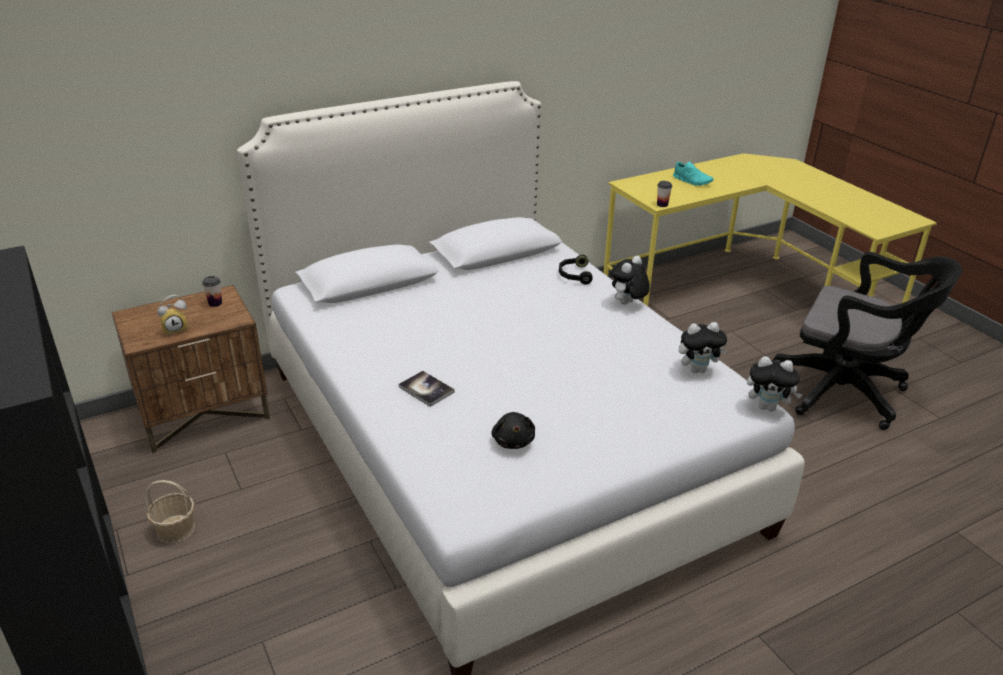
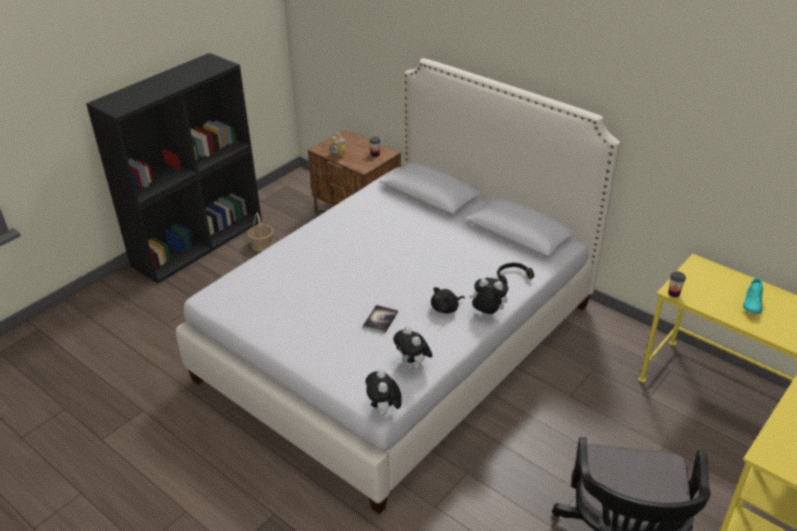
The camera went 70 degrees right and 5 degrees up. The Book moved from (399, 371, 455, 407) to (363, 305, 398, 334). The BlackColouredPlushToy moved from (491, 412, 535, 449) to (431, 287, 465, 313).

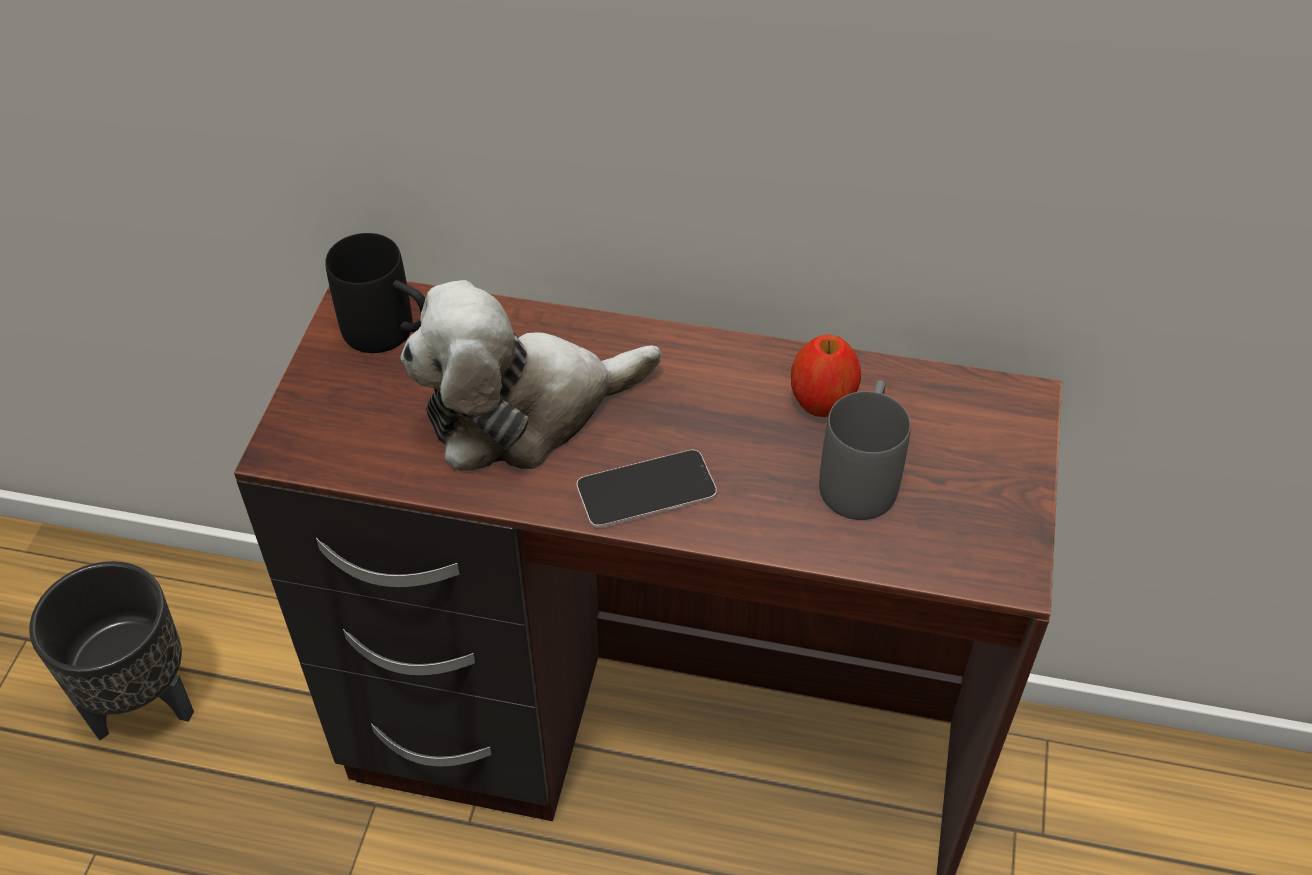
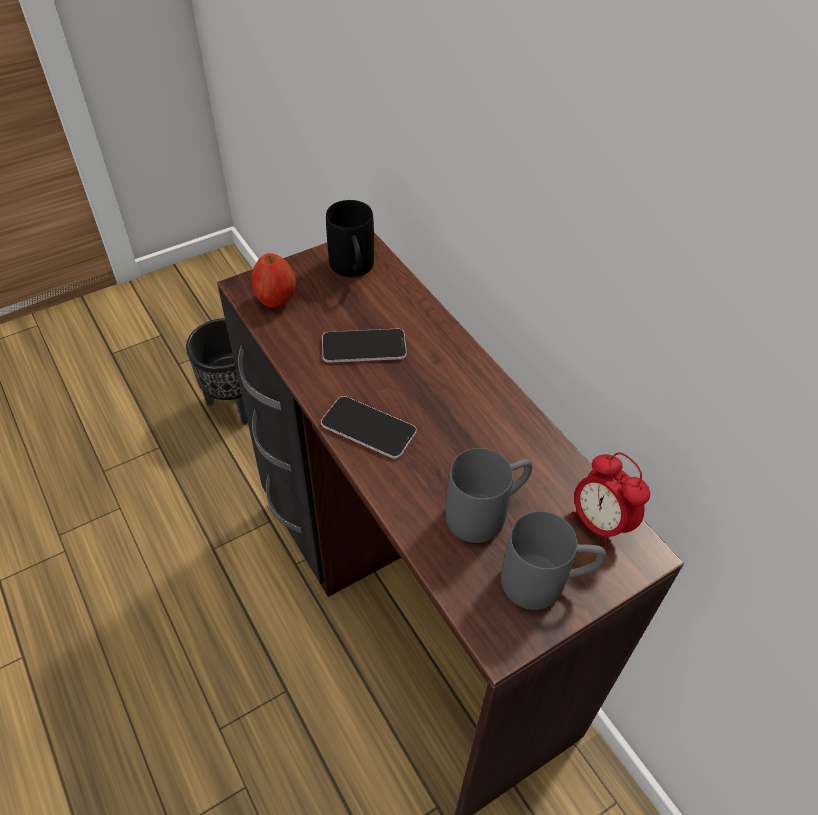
The camera went 45 degrees right and 0 degrees up. The AppleFruit moved from (791, 334, 861, 417) to (252, 253, 296, 308). The PlushToy at (400, 280, 662, 471) was replaced by the Handset at (322, 329, 407, 363). The GrayMug at (501, 511, 606, 610) appeared. The AlarmClock at (571, 452, 650, 548) appeared.

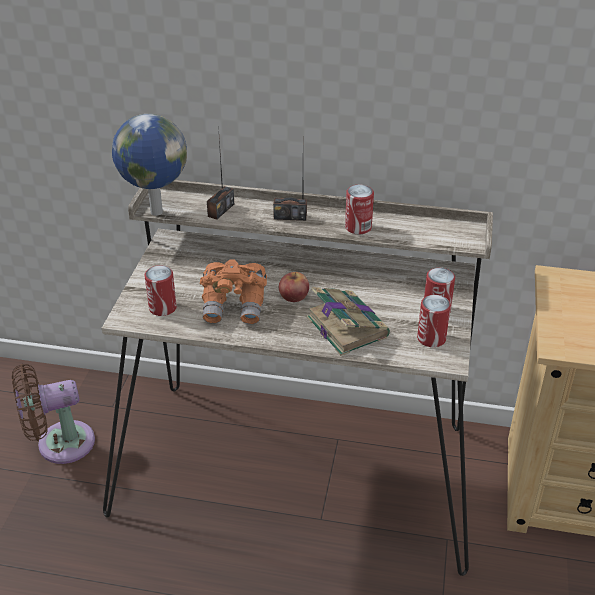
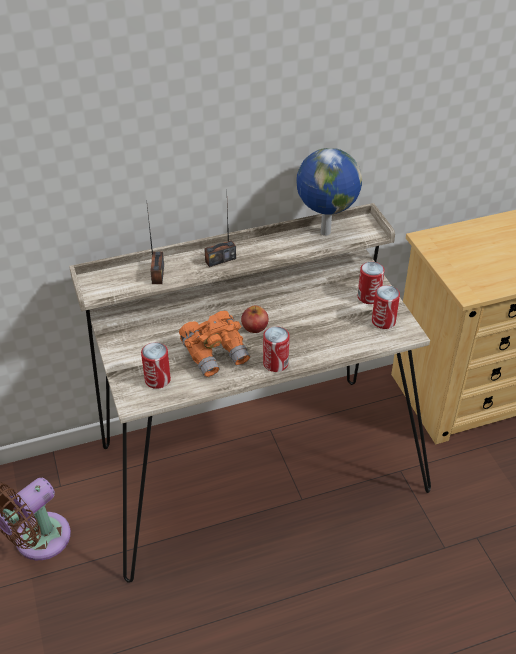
The camera went 30 degrees left and 5 degrees up. The SealedCan moved from (345, 185, 374, 234) to (263, 326, 289, 372). The DeskGlobe moved from (112, 114, 187, 216) to (296, 148, 362, 236). The Book at (307, 287, 390, 356) disappeared.

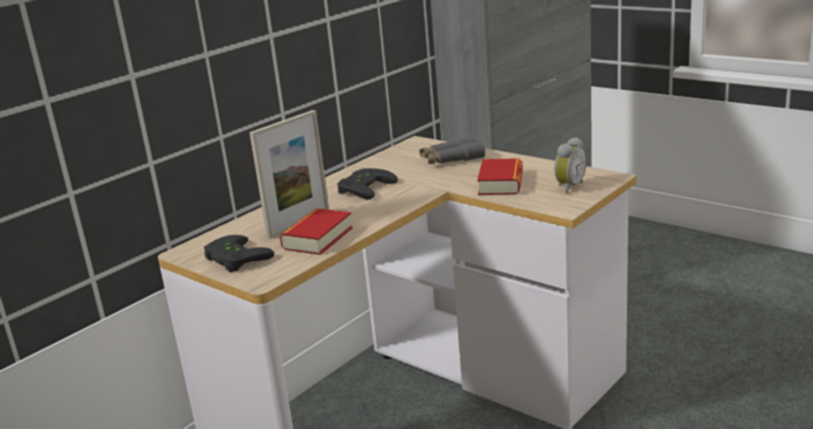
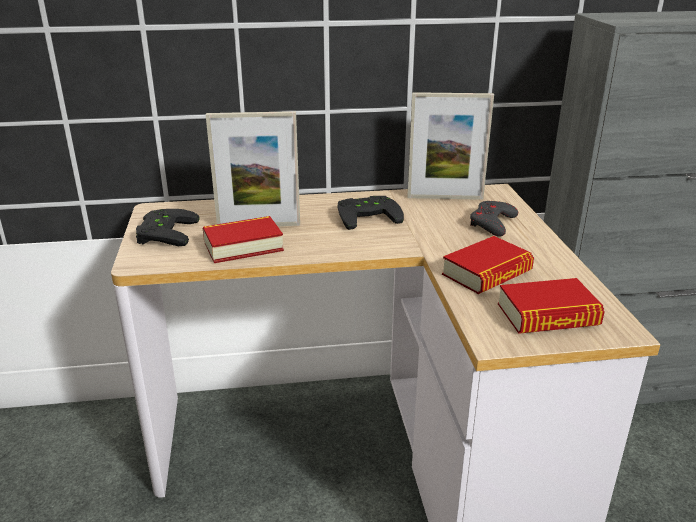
The camera went 40 degrees right and 5 degrees up. The StandingFrame at (407, 92, 494, 200) appeared. The GrayFieldGlasses at (419, 135, 485, 164) was replaced by the GrayGameController at (470, 201, 518, 237). The AlarmClock at (554, 137, 587, 193) was replaced by the Book at (498, 278, 605, 334).

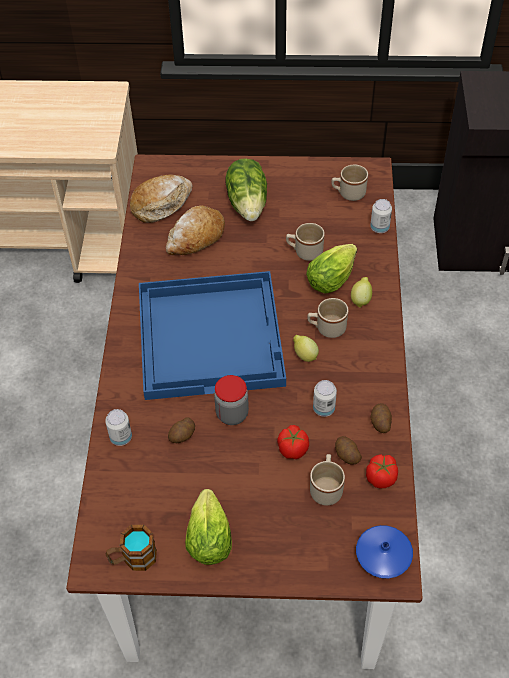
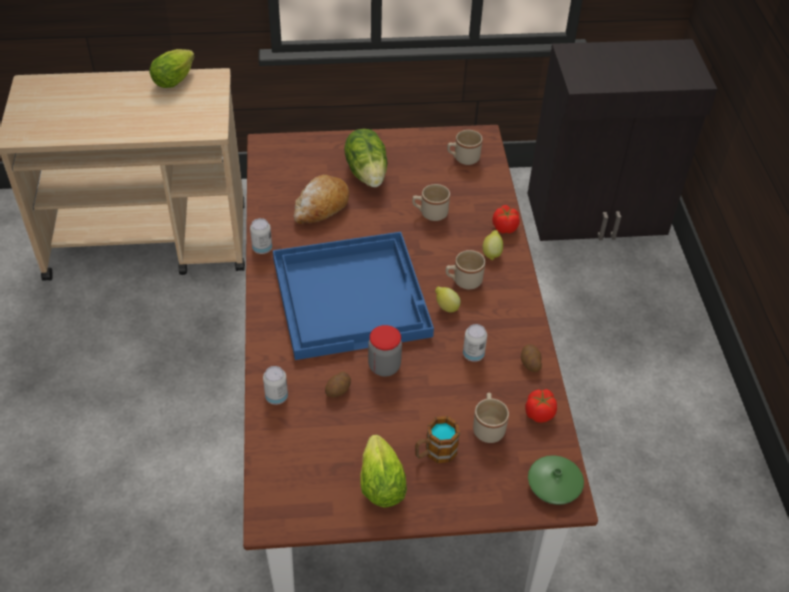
The camera went 10 degrees left and 5 degrees down. The LettuceHead moved from (306, 244, 357, 294) to (150, 49, 195, 88). The SealedCan moved from (370, 199, 392, 233) to (250, 218, 272, 254). The Mug moved from (106, 525, 157, 571) to (415, 416, 460, 463). The WholeTomato moved from (277, 425, 309, 459) to (492, 205, 520, 234). The BluishDecorativeVase at (356, 525, 413, 579) became the GreenDecorativeVase at (528, 455, 584, 505). The BakedBread at (130, 175, 193, 223) disappeared. The Spud at (335, 436, 362, 465) disappeared.

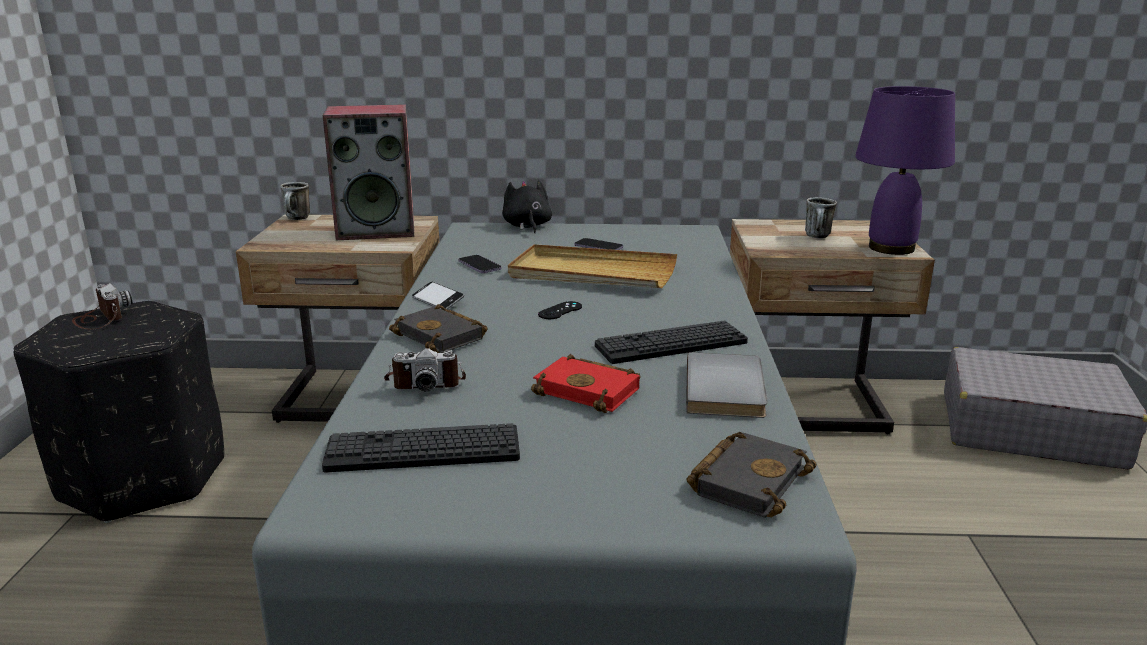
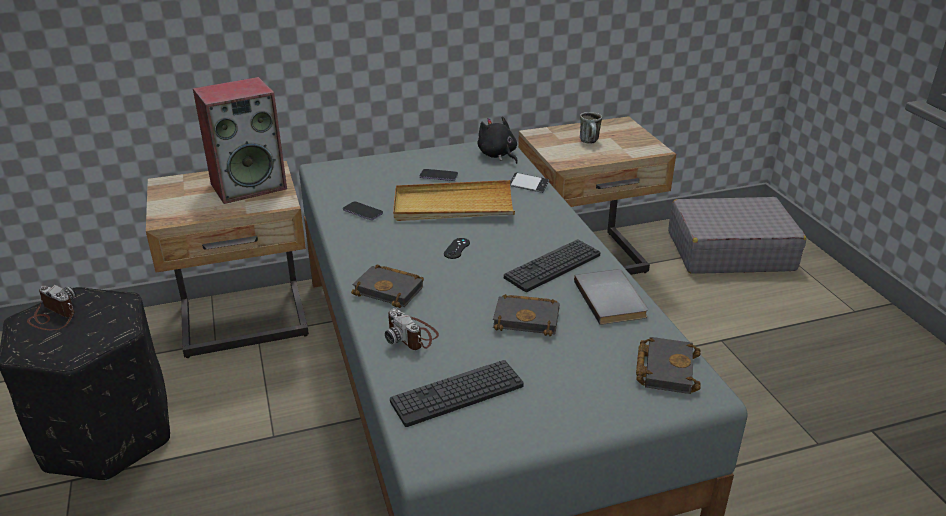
The camera went 20 degrees left and 10 degrees up. The PhotoCamera at (384, 348, 466, 391) turned 75 degrees clockwise. The BlackColouredPlushToy moved from (502, 180, 552, 233) to (478, 116, 518, 164). The ReddishBook at (531, 354, 641, 413) became the BlackColouredBook at (493, 294, 560, 336). The Handset moved from (412, 282, 464, 309) to (510, 172, 549, 193). The Mug at (280, 182, 310, 220) disappeared. The PurpleColouredTabletopLamp at (855, 86, 955, 255) disappeared.

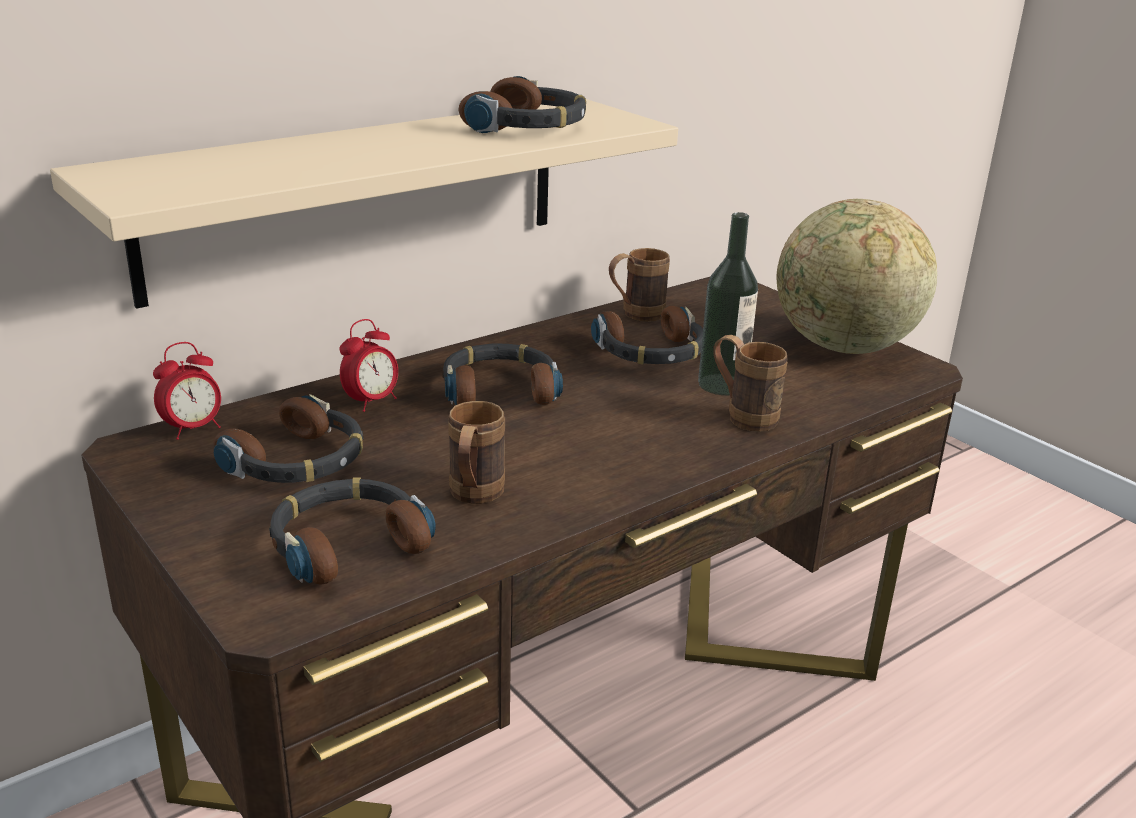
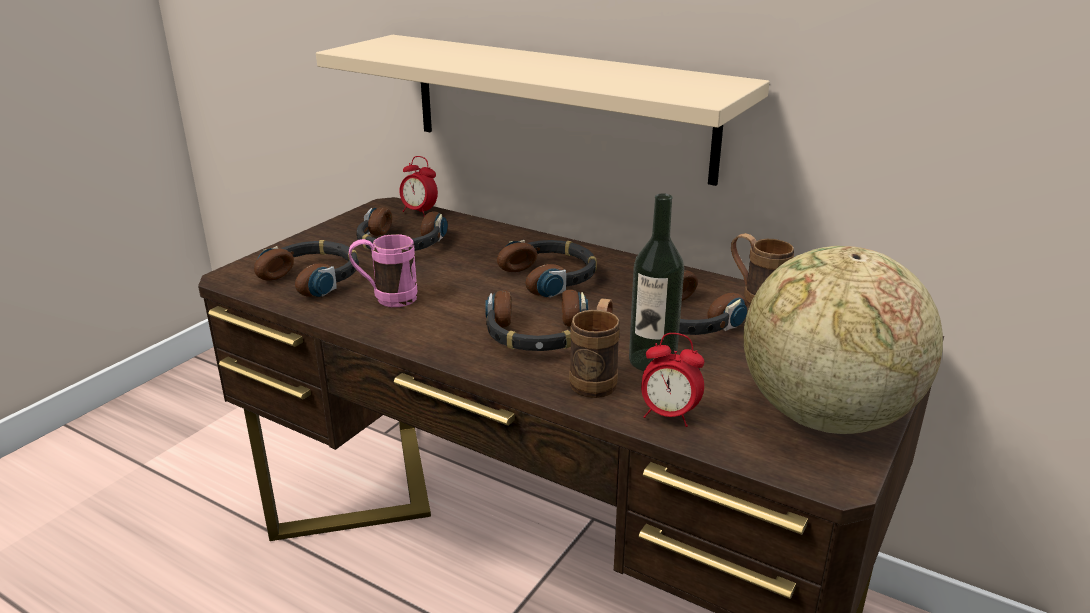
The camera went 70 degrees right and 0 degrees up. The BrownishMug at (448, 401, 505, 504) became the PinkMug at (349, 234, 417, 307). The Headset moved from (459, 76, 586, 133) to (485, 289, 588, 351). The AlarmClock moved from (339, 319, 398, 412) to (641, 333, 704, 427).

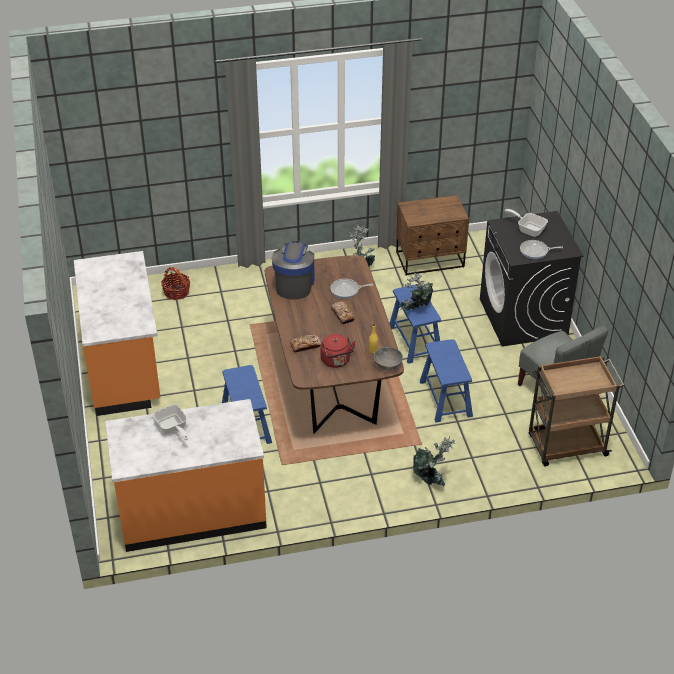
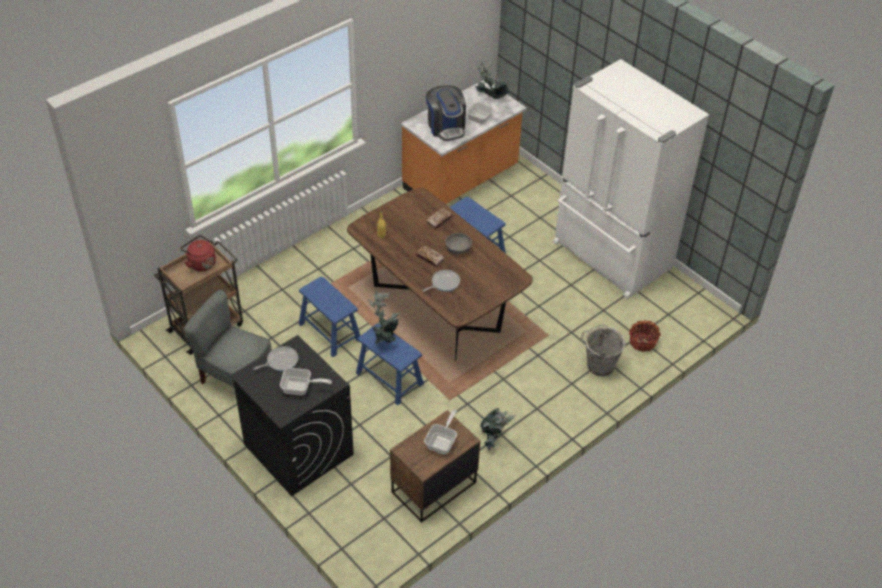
The camera went 150 degrees right and 5 degrees up. The ReddishWaterKettle moved from (320, 334, 356, 368) to (180, 235, 216, 272). The FryingPan at (424, 410, 457, 455) appeared. The CoffeeMaker moved from (272, 241, 314, 300) to (426, 85, 466, 141). The GrayServingBowl moved from (374, 347, 403, 370) to (445, 233, 472, 254). The PottedPlant moved from (413, 436, 455, 487) to (474, 58, 509, 99). The OrangeyKitchenBaseUnit at (74, 251, 160, 416) was replaced by the WhiteFridge at (553, 59, 709, 299). The GrayPail at (581, 325, 626, 377) appeared.

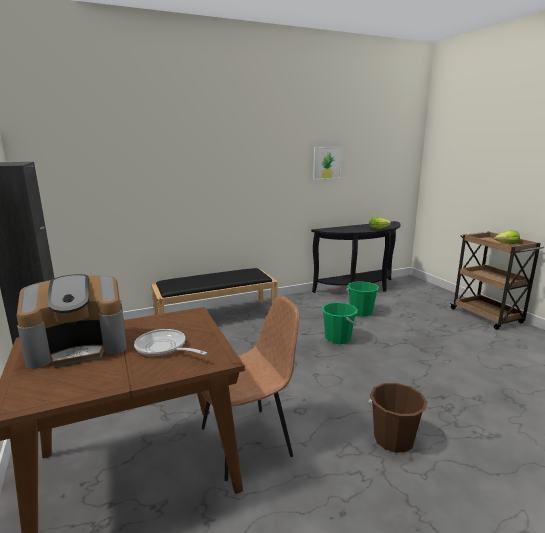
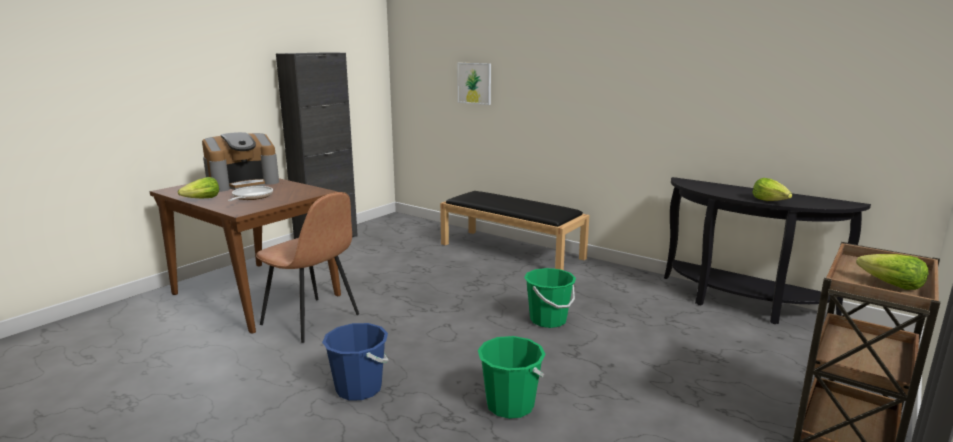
The camera went 60 degrees right and 0 degrees up. The LettuceHead at (178, 177, 219, 198) appeared. The CoffeeMaker at (16, 274, 127, 369) turned 75 degrees counterclockwise. The BrownishPail at (368, 383, 428, 453) became the BluishPail at (322, 323, 388, 400). The WallArt moved from (313, 147, 342, 180) to (457, 63, 491, 105). The GreenPail moved from (346, 281, 379, 317) to (478, 336, 546, 419).

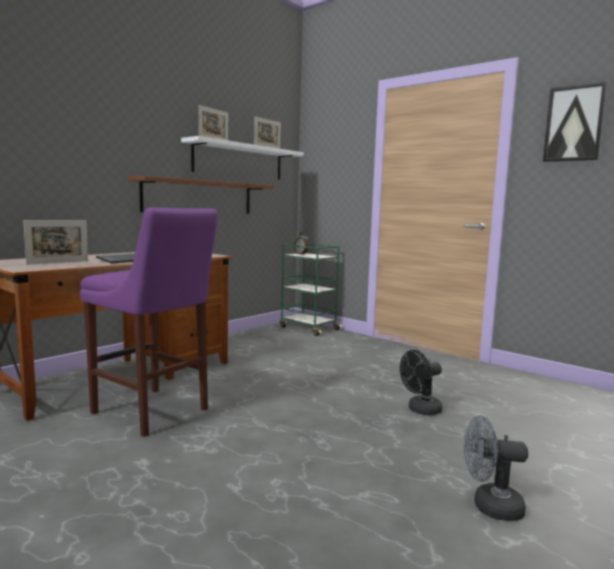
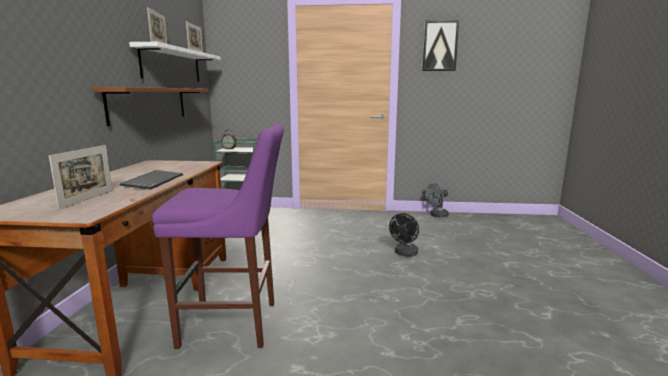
The camera went 35 degrees left and 5 degrees up. The GrayElectricFan moved from (464, 415, 528, 521) to (425, 183, 449, 218).

